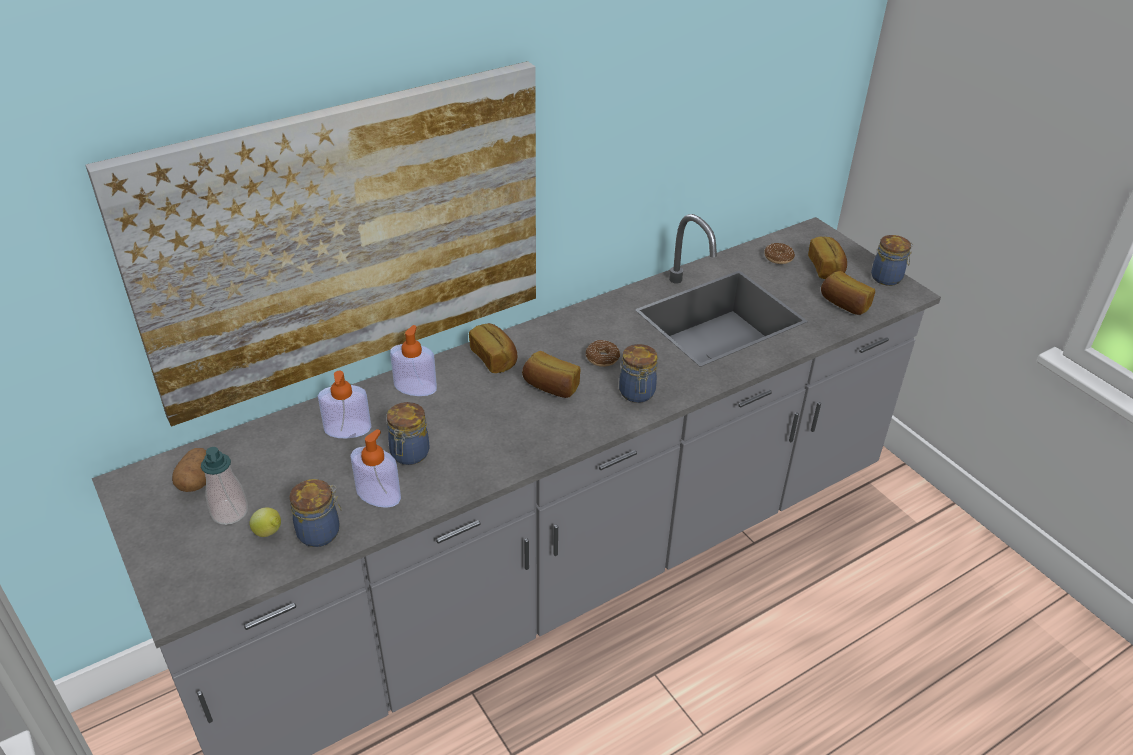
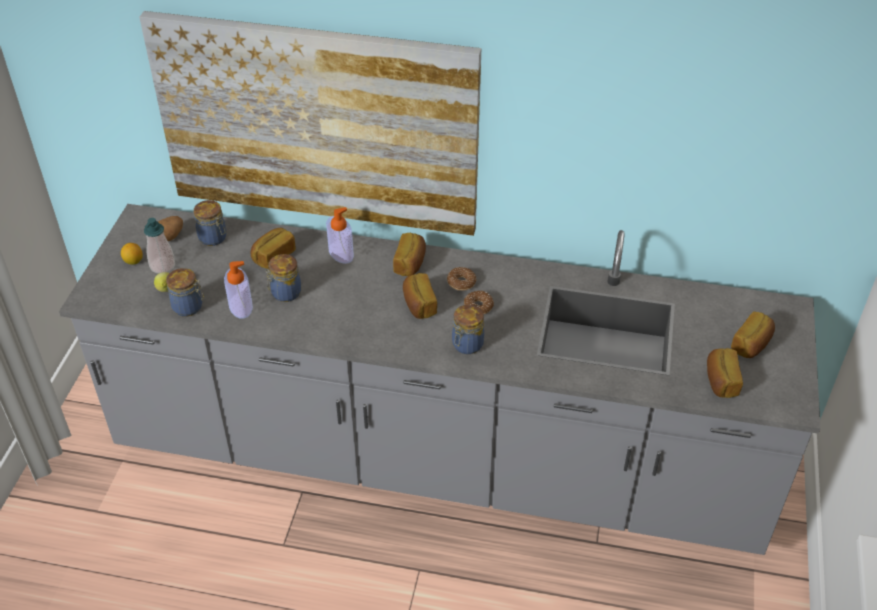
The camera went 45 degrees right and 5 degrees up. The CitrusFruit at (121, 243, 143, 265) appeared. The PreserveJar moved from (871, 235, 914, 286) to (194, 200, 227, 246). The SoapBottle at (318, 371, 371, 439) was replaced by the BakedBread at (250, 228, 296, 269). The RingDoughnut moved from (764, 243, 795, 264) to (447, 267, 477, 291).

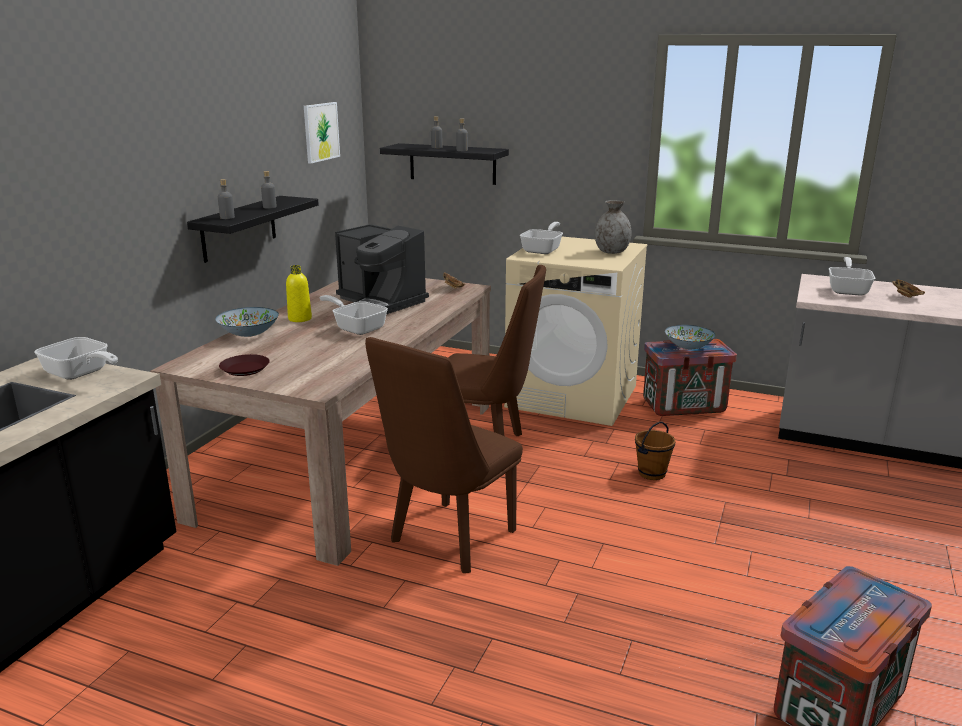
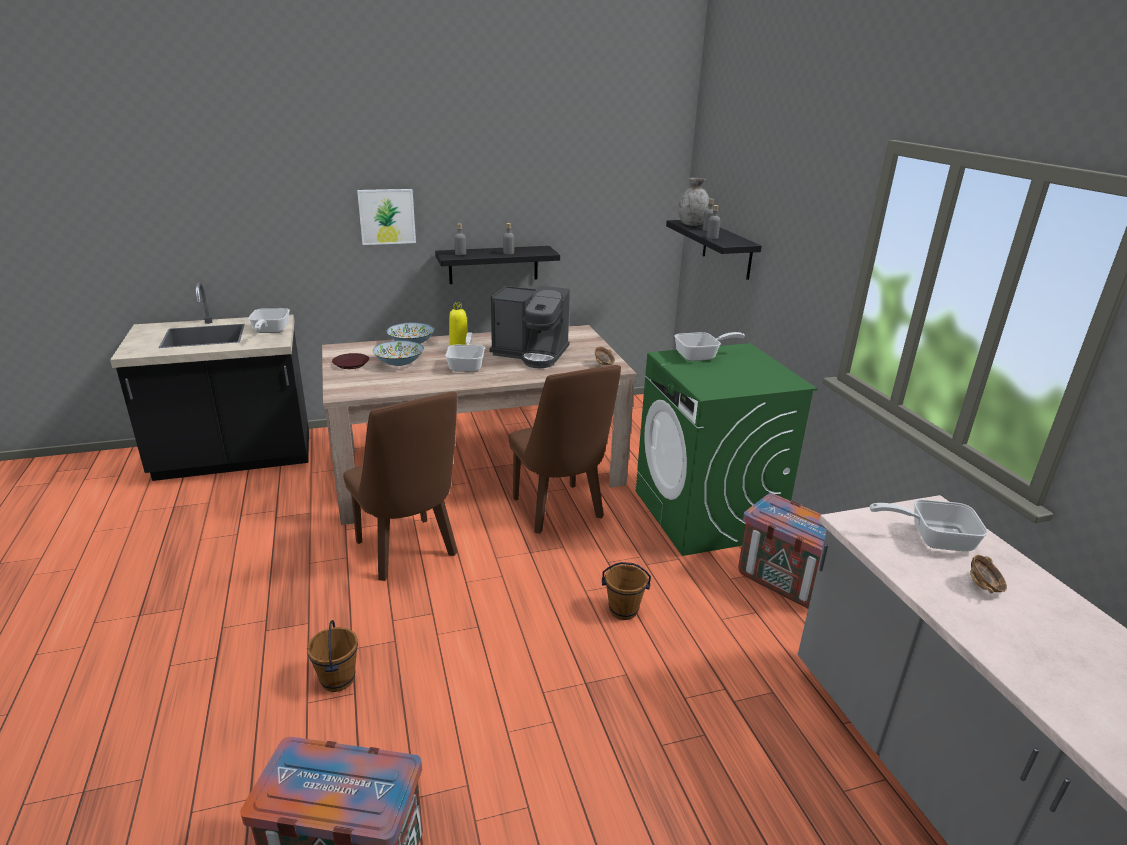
The camera went 50 degrees right and 5 degrees up. The BrownishPail at (307, 620, 358, 692) appeared. The BrownishPlainChair at (365, 337, 523, 573) turned 120 degrees counterclockwise. The WallArt moved from (304, 102, 340, 164) to (357, 189, 416, 245). The ServingBowl moved from (665, 325, 716, 350) to (373, 340, 424, 366). The CoffeeMaker at (335, 224, 429, 314) turned 75 degrees counterclockwise. The BeigeColouredWashingMachine at (504, 237, 648, 426) became the GreenWashingMachine at (636, 343, 817, 556). The GrayDecorativeVase moved from (595, 200, 632, 254) to (678, 178, 709, 226). The FryingPan at (829, 257, 875, 296) turned 150 degrees counterclockwise.

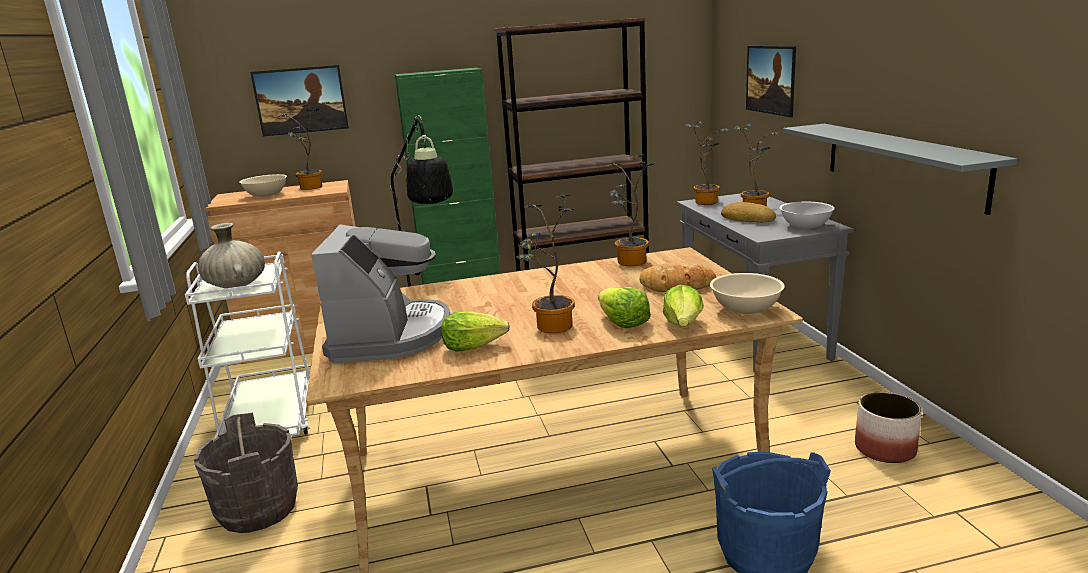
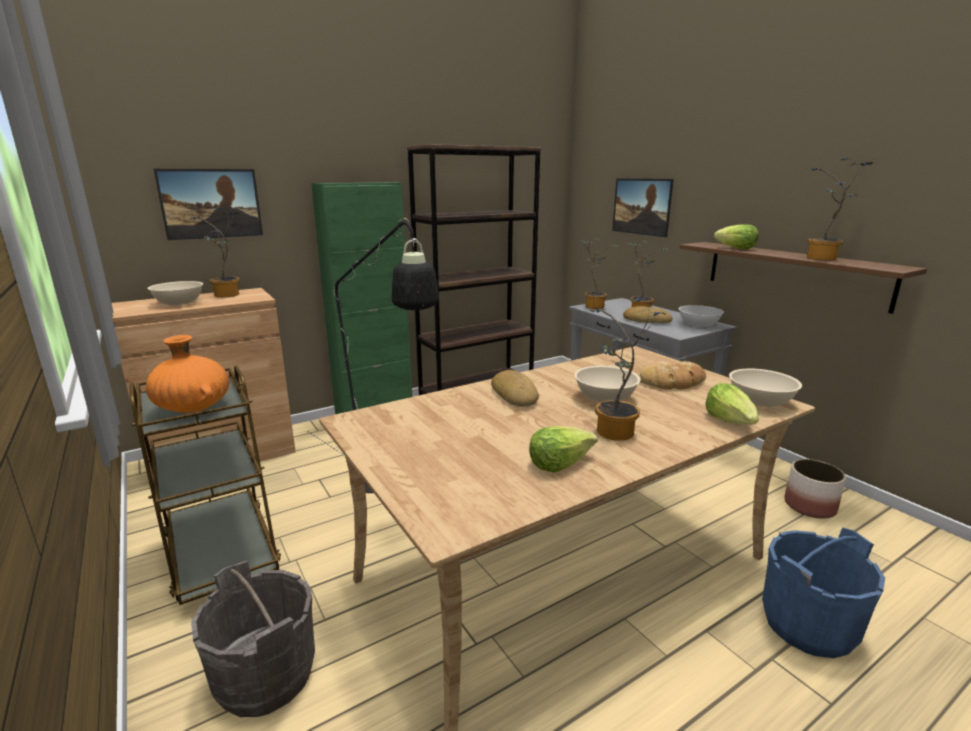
The camera went 20 degrees left and 0 degrees up. The WhiteWheeledCart at (185, 251, 310, 439) became the BrownishWheeledCart at (130, 365, 281, 605). The BeigeColouredDecorativeVase at (198, 223, 265, 288) became the OrangeyDecorativeVase at (146, 335, 229, 413). The BakedBread at (491, 370, 539, 407) appeared. The BeigeColouredServingBowl at (574, 366, 641, 402) appeared. The GrayBracketShelf at (783, 124, 1018, 215) became the BrownishBracketShelf at (680, 242, 927, 314). The LettuceHead moved from (598, 287, 651, 328) to (714, 224, 759, 249). The PottedPlant moved from (607, 154, 654, 266) to (807, 157, 873, 260). The CoffeeMaker at (311, 224, 450, 363) disappeared.

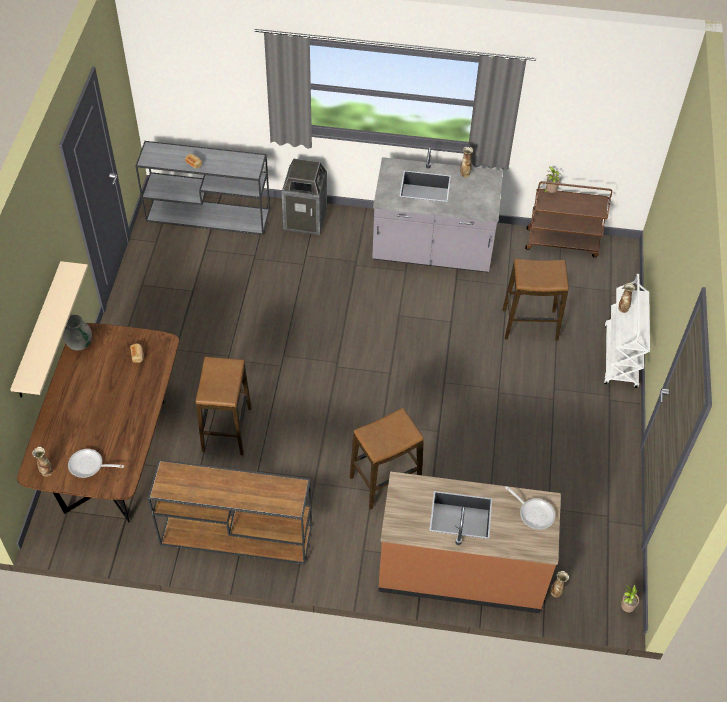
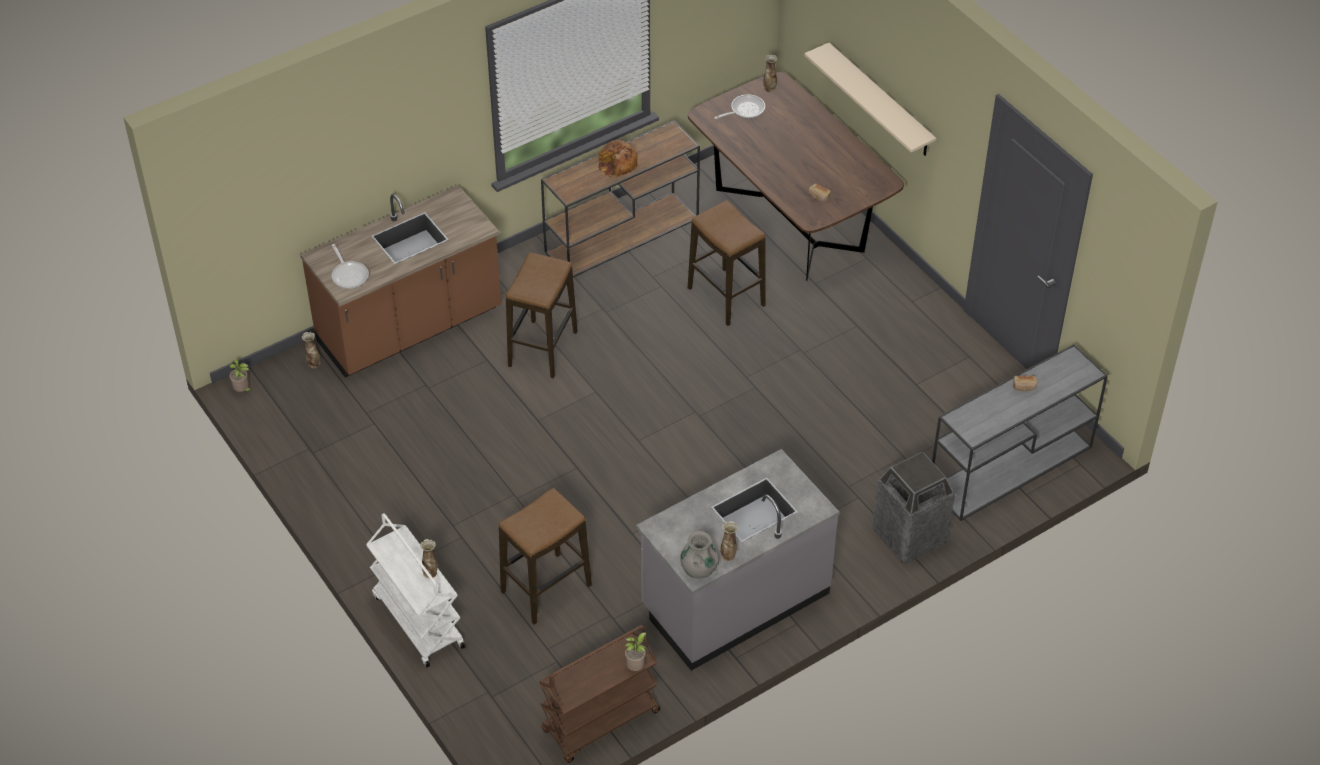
The camera went 140 degrees right and 5 degrees down. The FryingPan at (505, 486, 555, 530) turned 120 degrees counterclockwise. The BakedBread at (598, 140, 638, 178) appeared. The GrayDecorativeVase moved from (63, 315, 92, 350) to (680, 531, 719, 578).

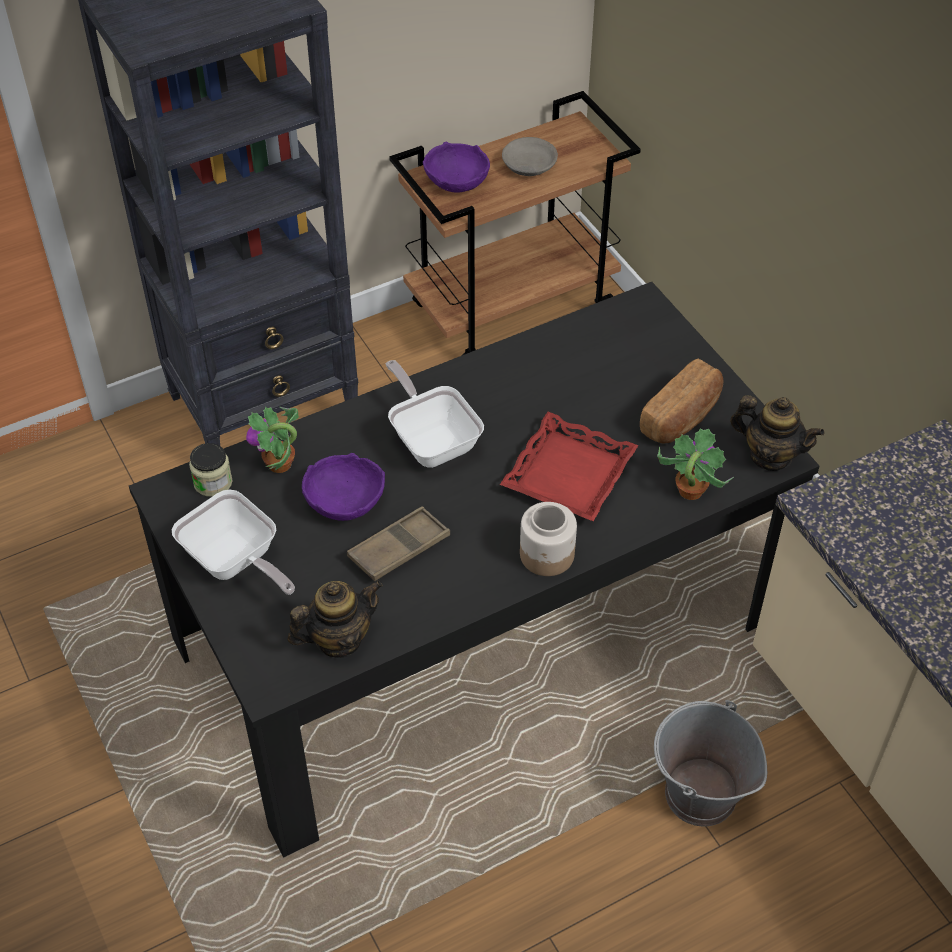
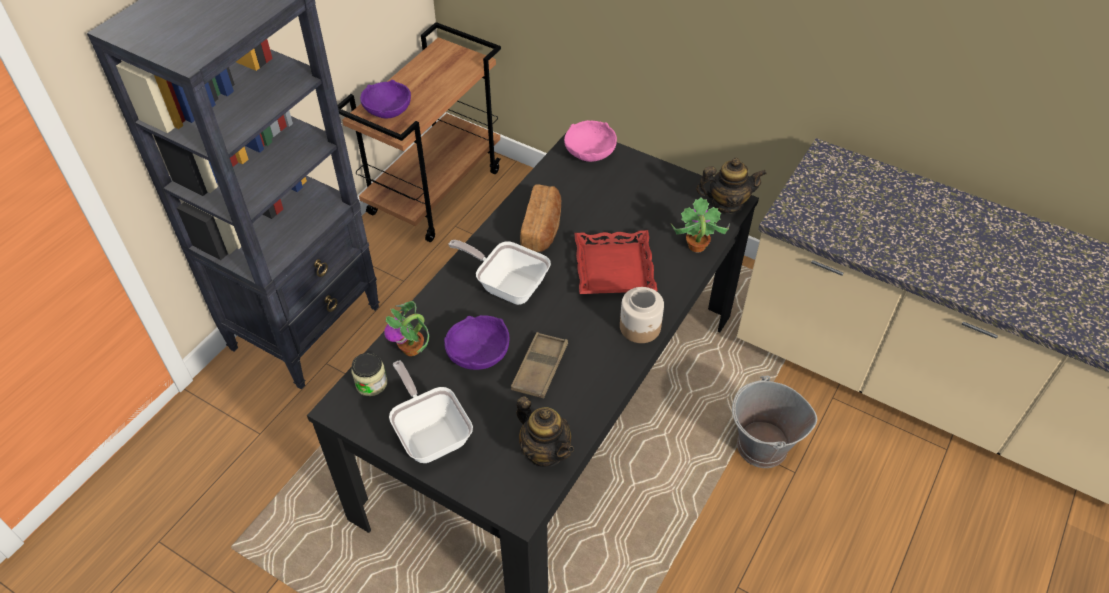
The camera went 30 degrees left and 0 degrees up. The FryingPan at (172, 489, 295, 595) turned 135 degrees counterclockwise. The PotForTea at (287, 580, 383, 658) turned 105 degrees clockwise. The BakedBread moved from (640, 359, 724, 444) to (520, 184, 562, 252). The PinkServingBowl at (564, 120, 617, 162) appeared. The GrayServingBowl at (502, 137, 558, 176) disappeared.

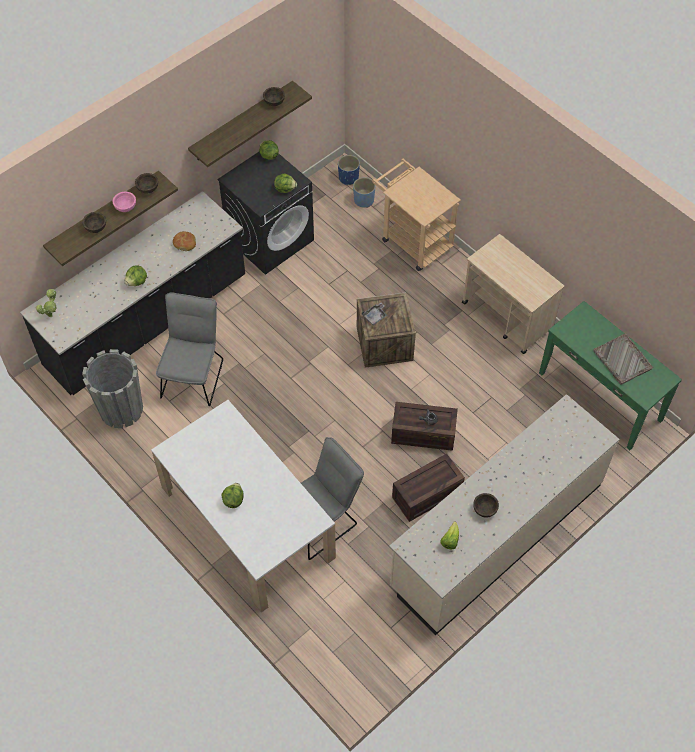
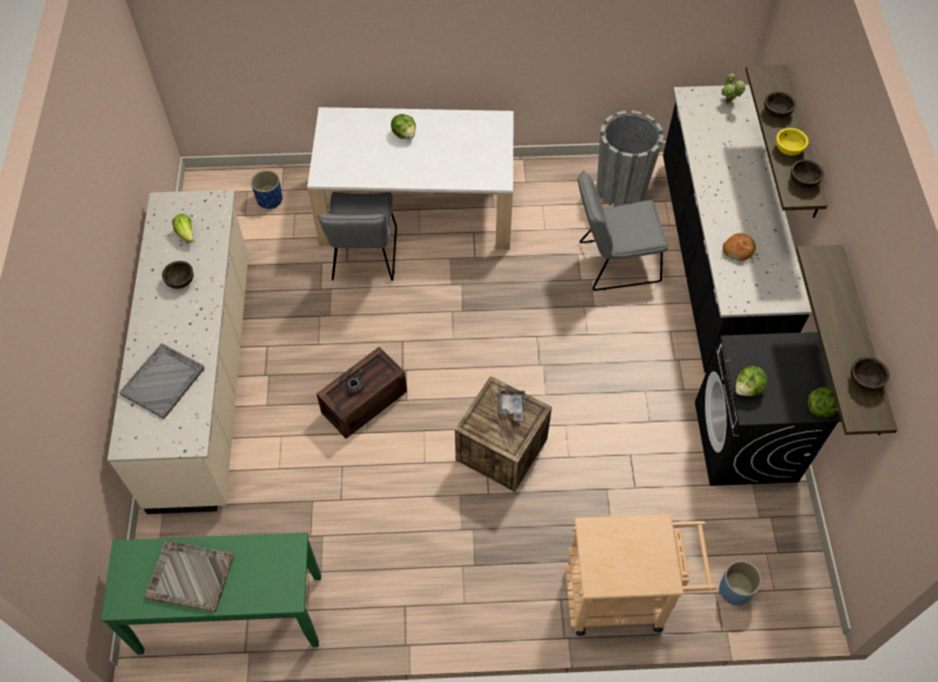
The camera went 130 degrees right and 0 degrees up. The GrayTray at (119, 343, 205, 419) appeared. The BluishPlantPot moved from (338, 155, 360, 185) to (251, 170, 282, 209). The GrayPlainChair at (156, 292, 223, 406) turned 120 degrees clockwise. The PinkServingBowl at (112, 192, 136, 212) became the YellowServingBowl at (776, 128, 809, 156). The LettuceHead at (124, 265, 147, 286) disappeared. The PackingCrate at (392, 454, 465, 522) disappeared. The BeigeColouredWheeledCart at (462, 234, 564, 354) disappeared.

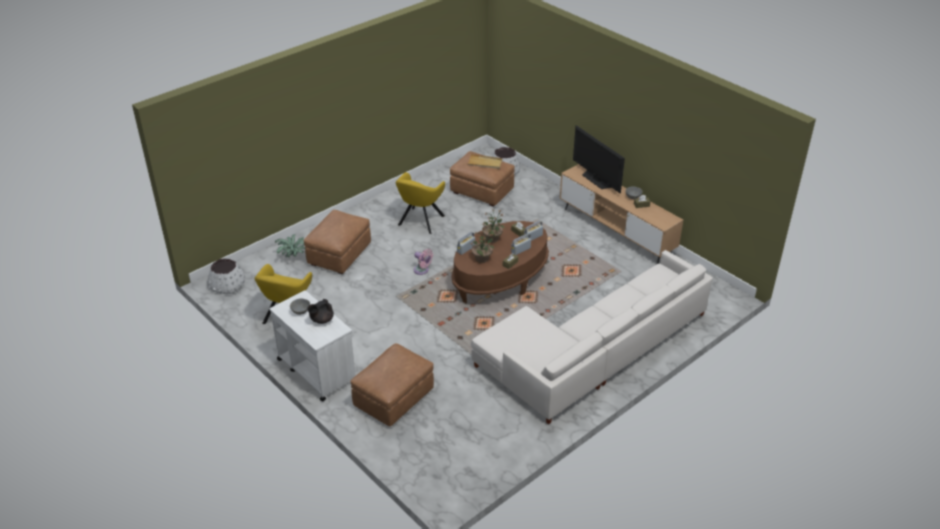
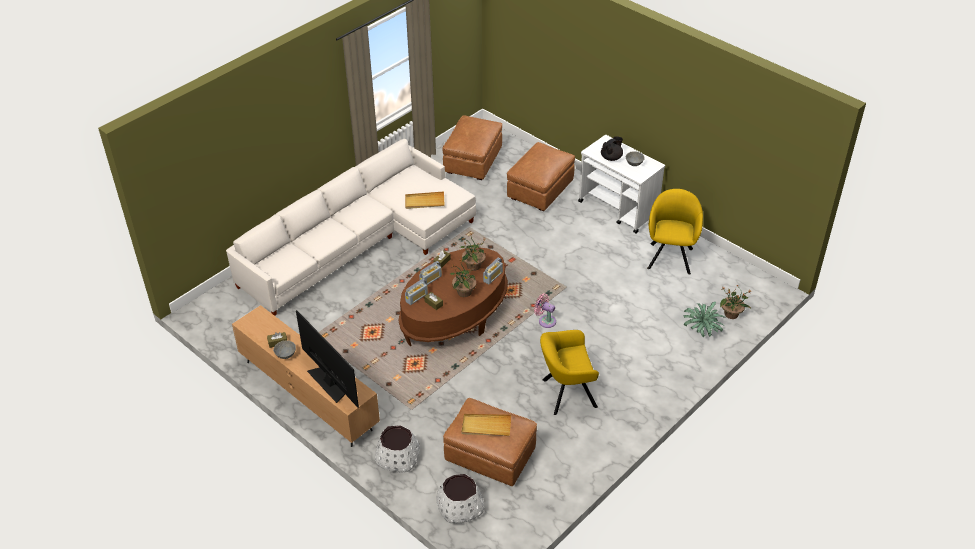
The camera went 175 degrees right and 5 degrees up. The WhitePlantPot moved from (208, 259, 245, 294) to (375, 425, 420, 473). The BeigeColouredTray at (405, 192, 445, 209) appeared. The BrownishFootrest moved from (303, 210, 371, 274) to (442, 115, 502, 180). The YellowLoungeChair at (395, 172, 445, 234) turned 120 degrees counterclockwise. The PottedPlant at (720, 285, 751, 319) appeared.

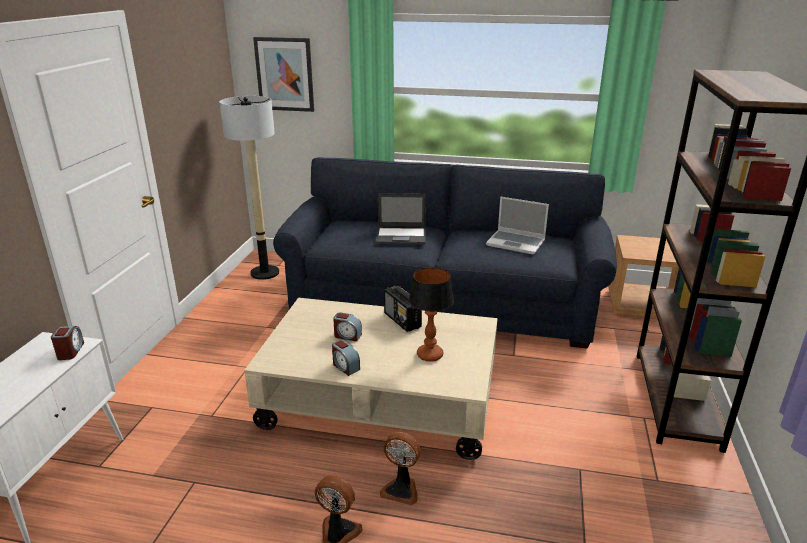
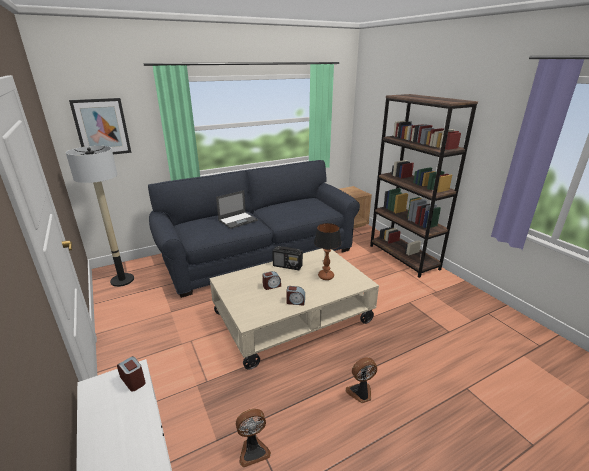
The camera went 40 degrees left and 0 degrees up. The ElectricFan moved from (379, 432, 421, 505) to (236, 409, 271, 468). The NotebookComputer at (486, 196, 549, 254) disappeared.

